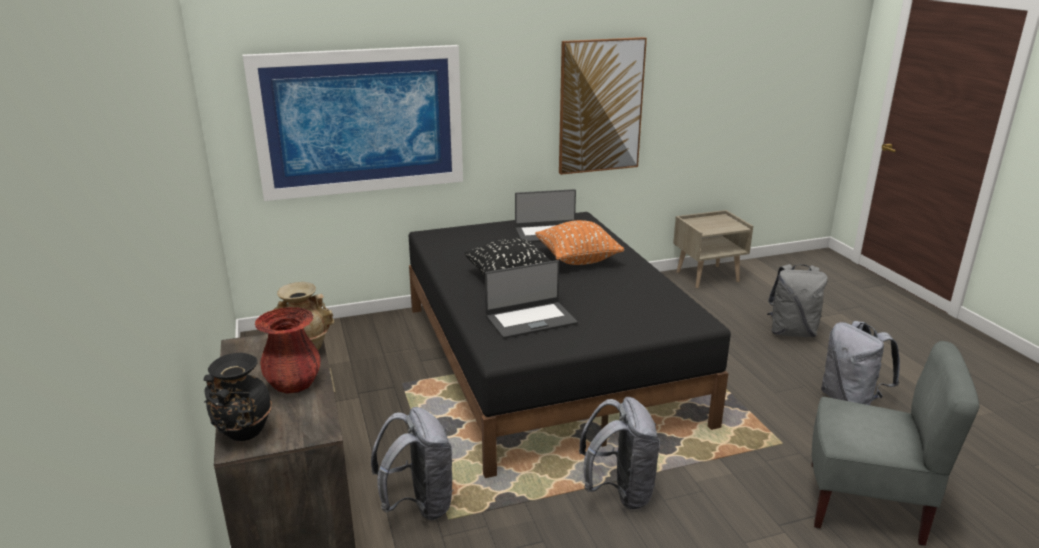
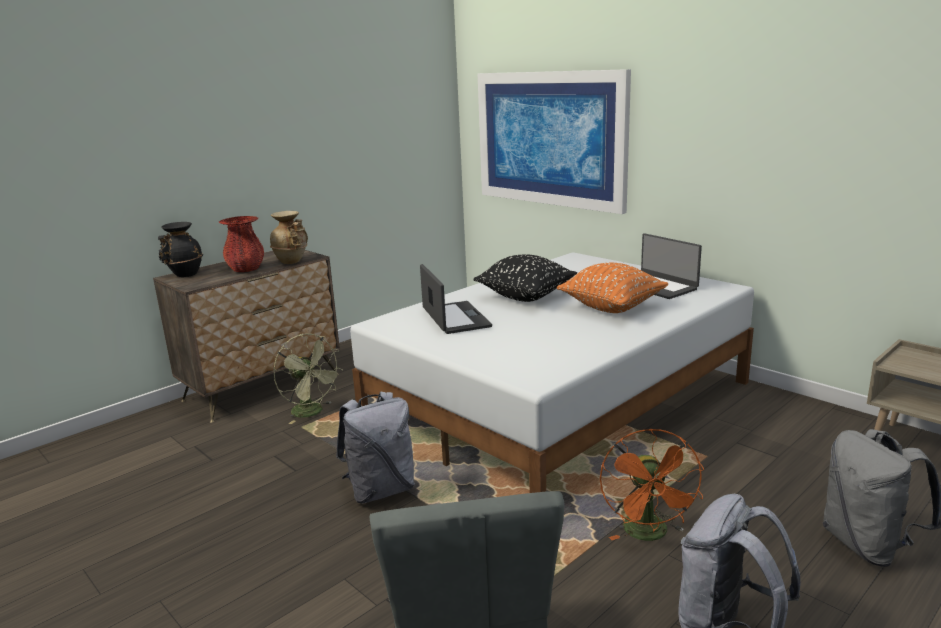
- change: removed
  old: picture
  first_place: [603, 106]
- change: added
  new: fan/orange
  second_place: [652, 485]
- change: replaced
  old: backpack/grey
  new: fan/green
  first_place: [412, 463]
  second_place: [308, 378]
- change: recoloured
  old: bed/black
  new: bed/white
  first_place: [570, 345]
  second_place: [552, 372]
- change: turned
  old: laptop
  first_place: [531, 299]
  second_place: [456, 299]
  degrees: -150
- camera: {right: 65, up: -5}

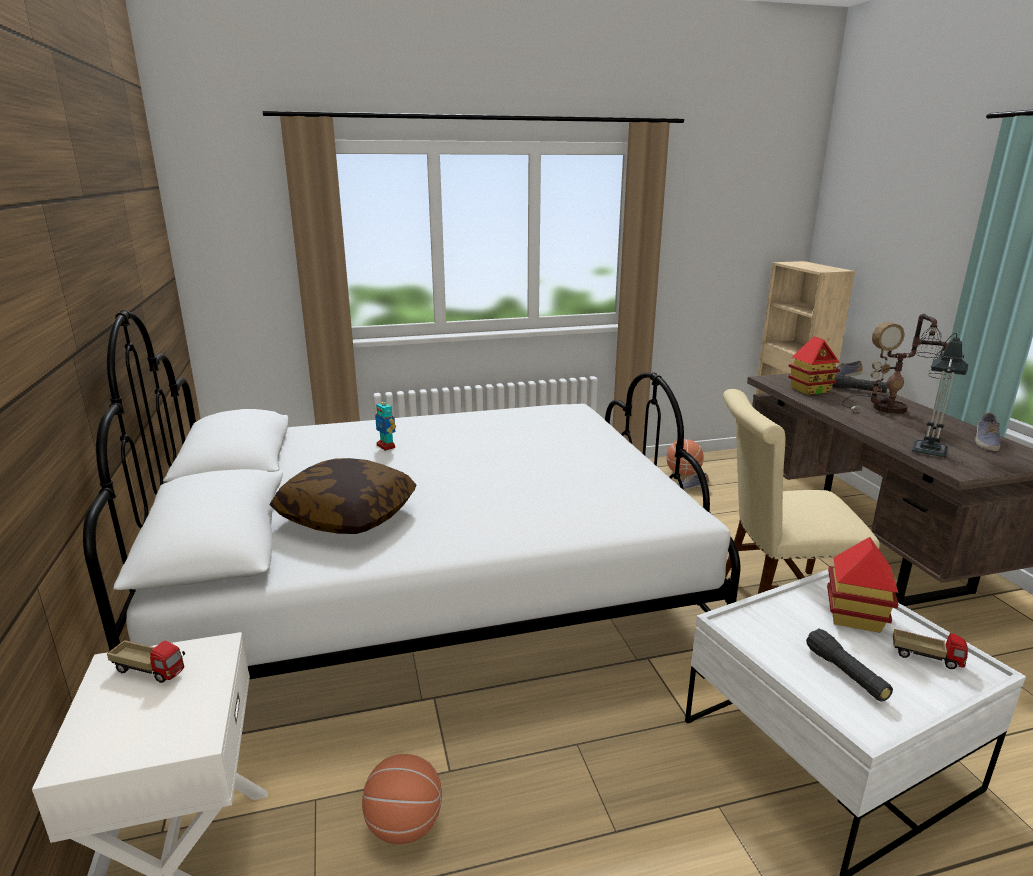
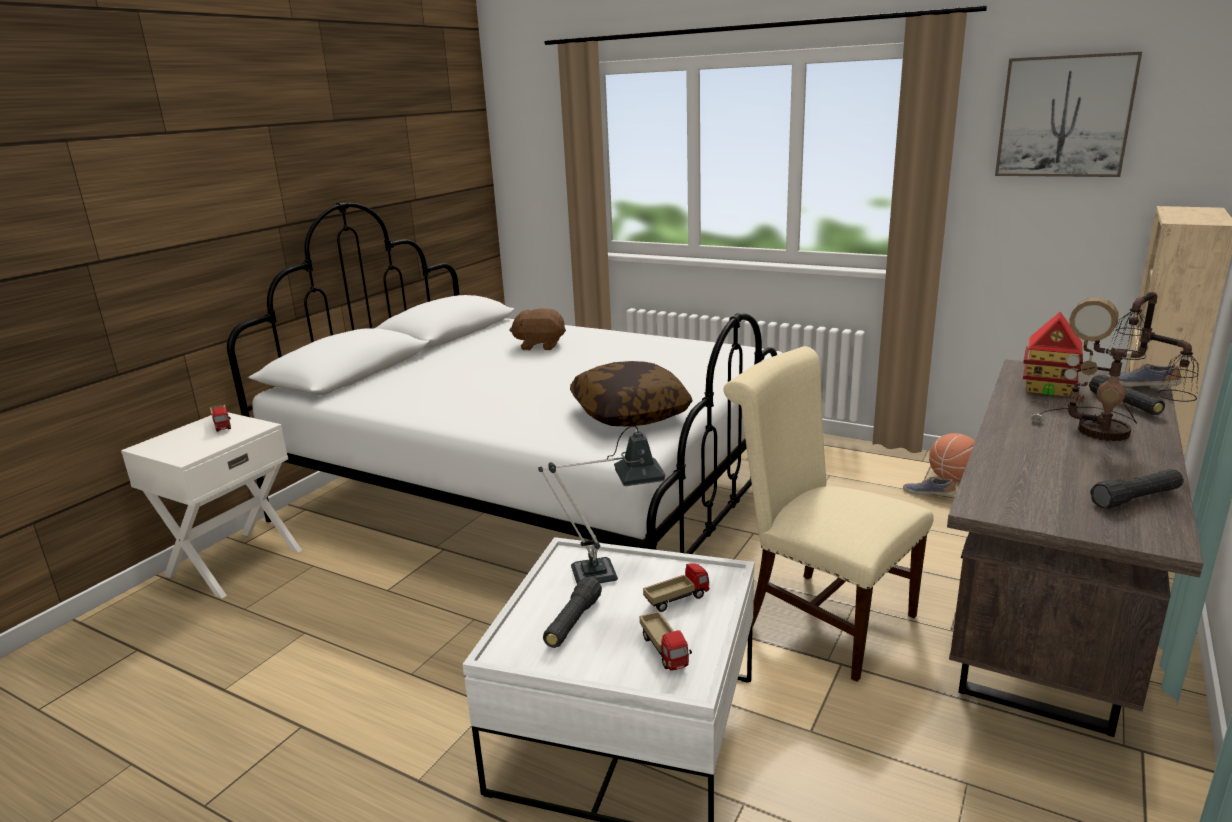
- change: removed
  old: basketball
  first_place: [402, 799]
- change: added
  new: picture
  second_place: [1068, 114]
- change: moved
  old: pillow
  first_place: [342, 496]
  second_place: [631, 394]
- change: moved
  old: table lamp
  first_place: [940, 395]
  second_place: [602, 505]
- change: replaced
  old: toy robot
  new: plush toy/brown
  first_place: [385, 424]
  second_place: [537, 329]
- change: replaced
  old: toy house
  new: toy truck
  first_place: [863, 585]
  second_place: [676, 588]
- change: replaced
  old: shoe
  new: flashlight/black
  first_place: [987, 431]
  second_place: [1136, 489]
- camera: {right: 45, up: 0}

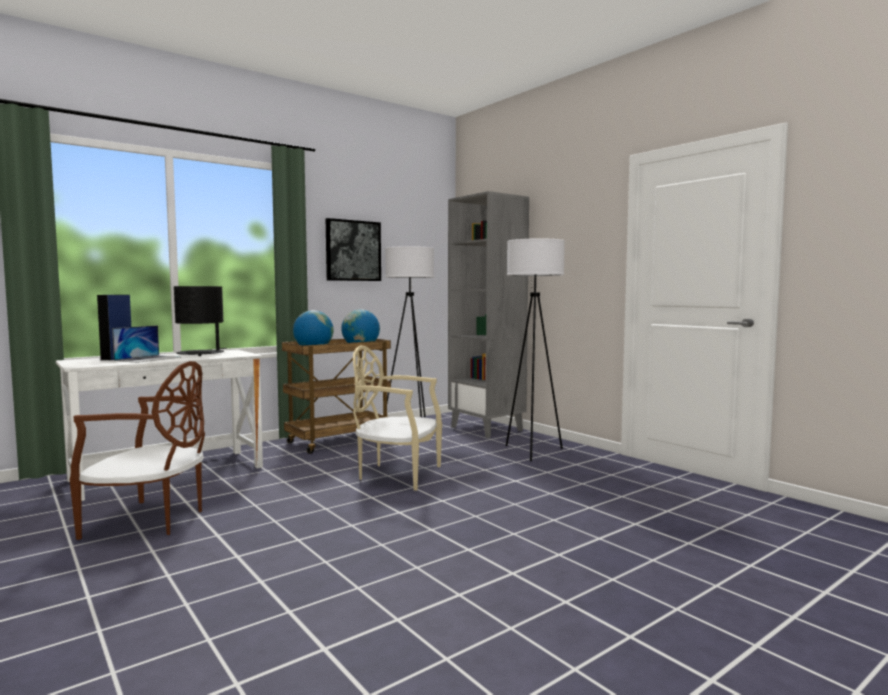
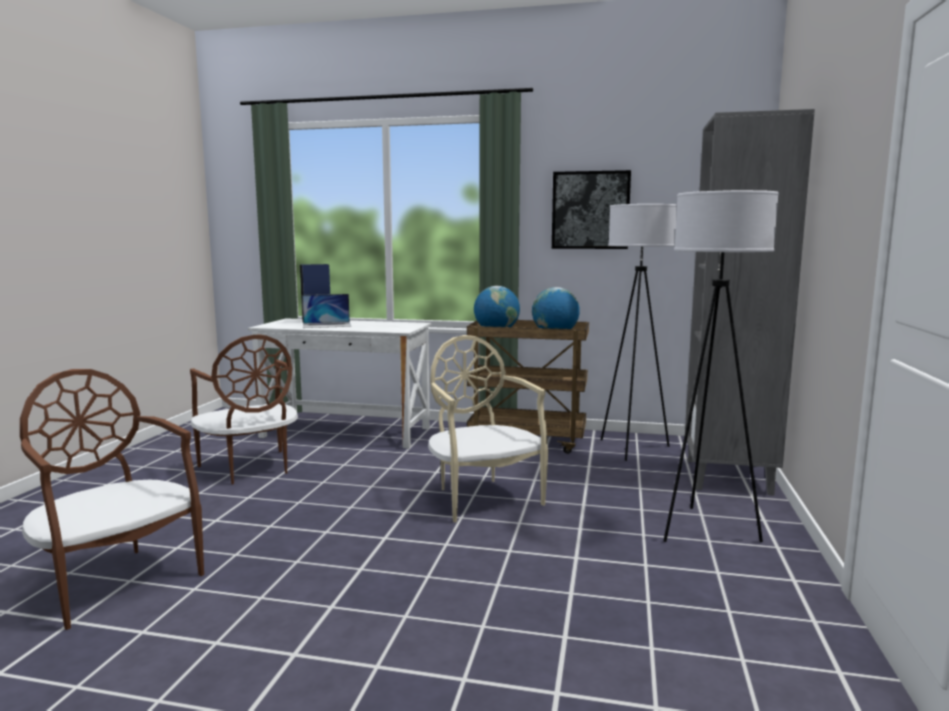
- change: removed
  old: table lamp/black
  first_place: [200, 321]
- change: added
  new: chair/brown
  second_place: [112, 499]
- camera: {right: 50, up: 5}

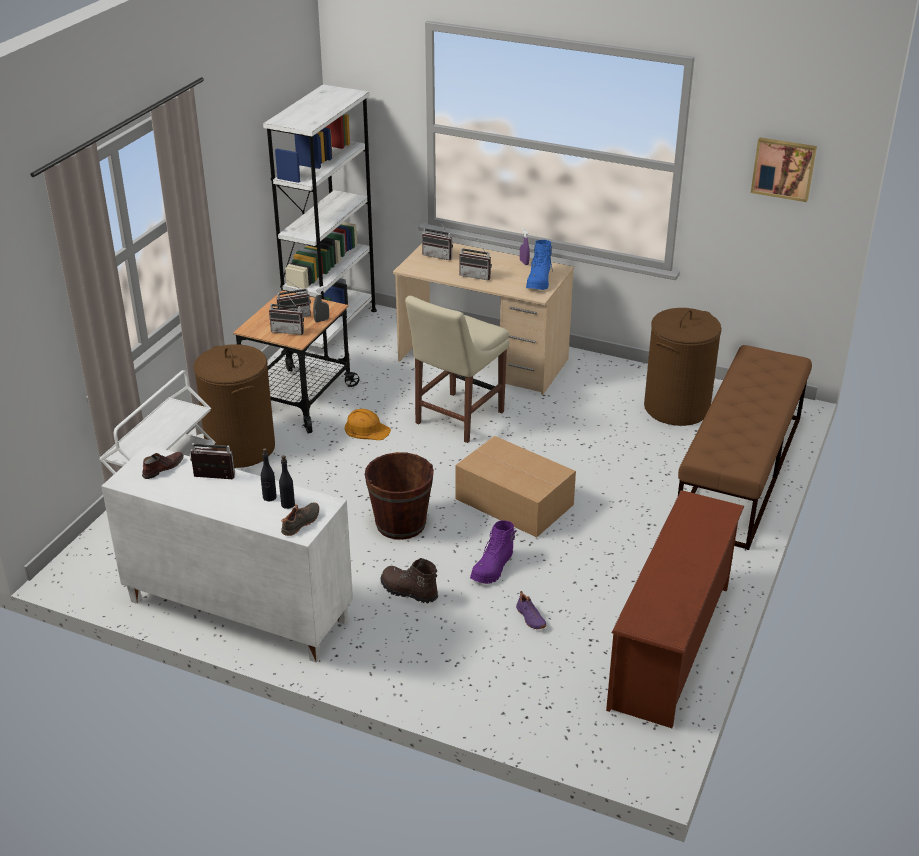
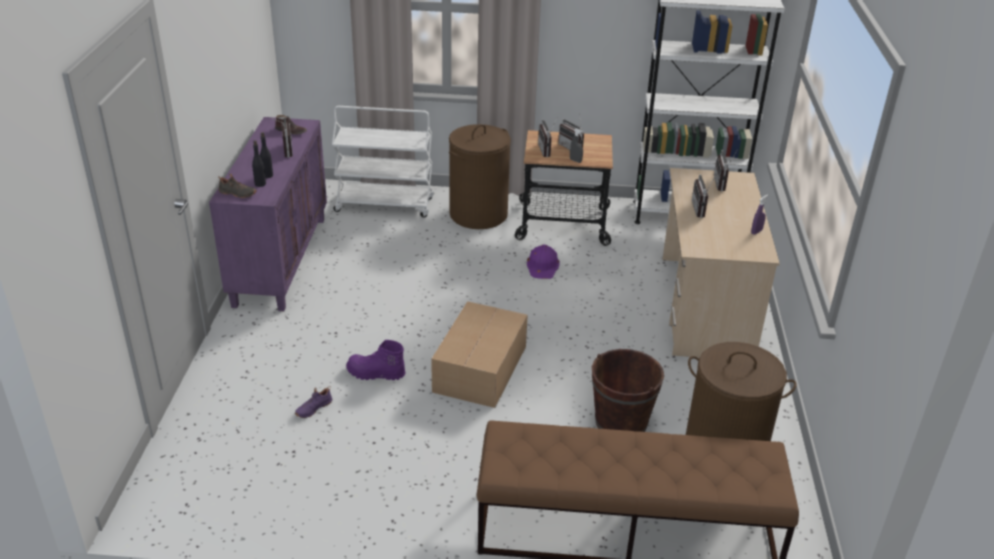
- change: removed
  old: boot/brown
  first_place: [409, 580]
- change: removed
  old: chair/beige
  first_place: [457, 369]
- change: removed
  old: boot/blue
  first_place: [539, 265]
- change: removed
  old: shoe rack/brown
  first_place: [675, 609]
- change: removed
  old: picture
  first_place: [784, 169]
- change: moved
  old: bucket/brown
  first_place: [399, 496]
  second_place: [628, 390]
- change: recoloured
  old: cabinet/white
  new: cabinet/purple
  first_place: [227, 554]
  second_place: [268, 214]
- change: recoloured
  old: hard hat/orange
  new: hard hat/purple
  first_place: [368, 424]
  second_place: [543, 262]
- camera: {right: 70, up: 0}

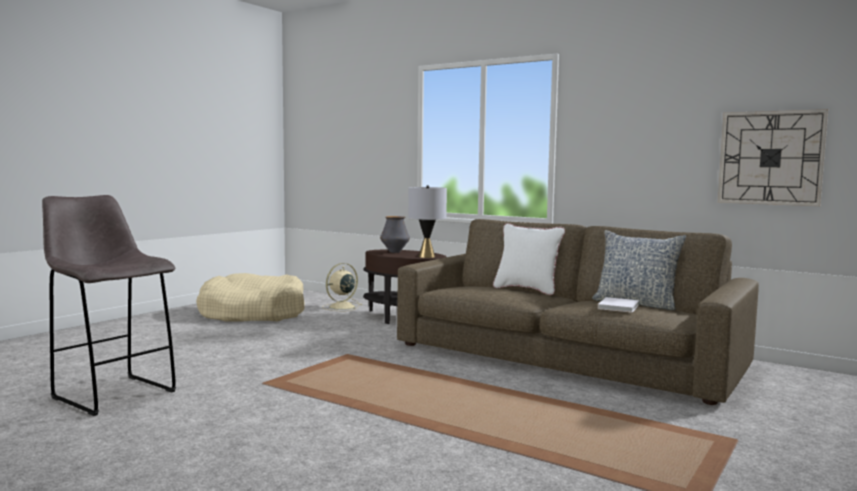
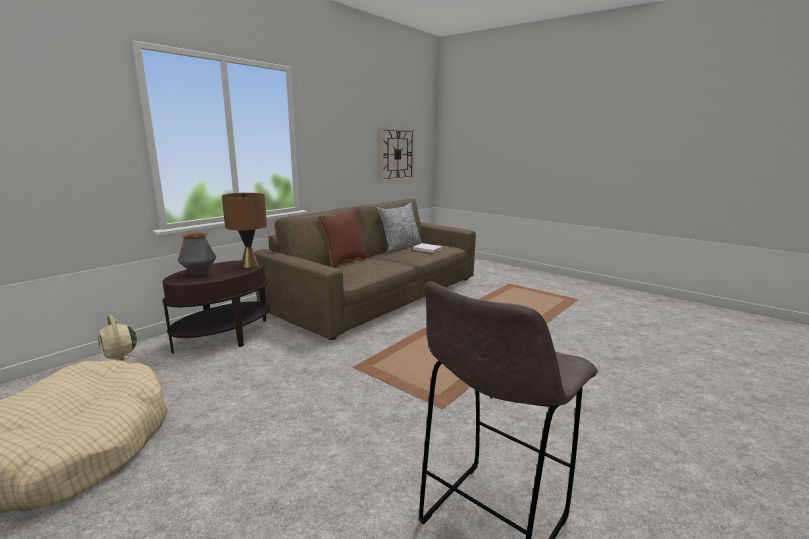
- change: recoloured
  old: table lamp/grey
  new: table lamp/brown
  first_place: [427, 221]
  second_place: [244, 230]
- change: recoloured
  old: pillow/white
  new: pillow/brown
  first_place: [529, 259]
  second_place: [343, 239]
- camera: {right: -85, up: 10}

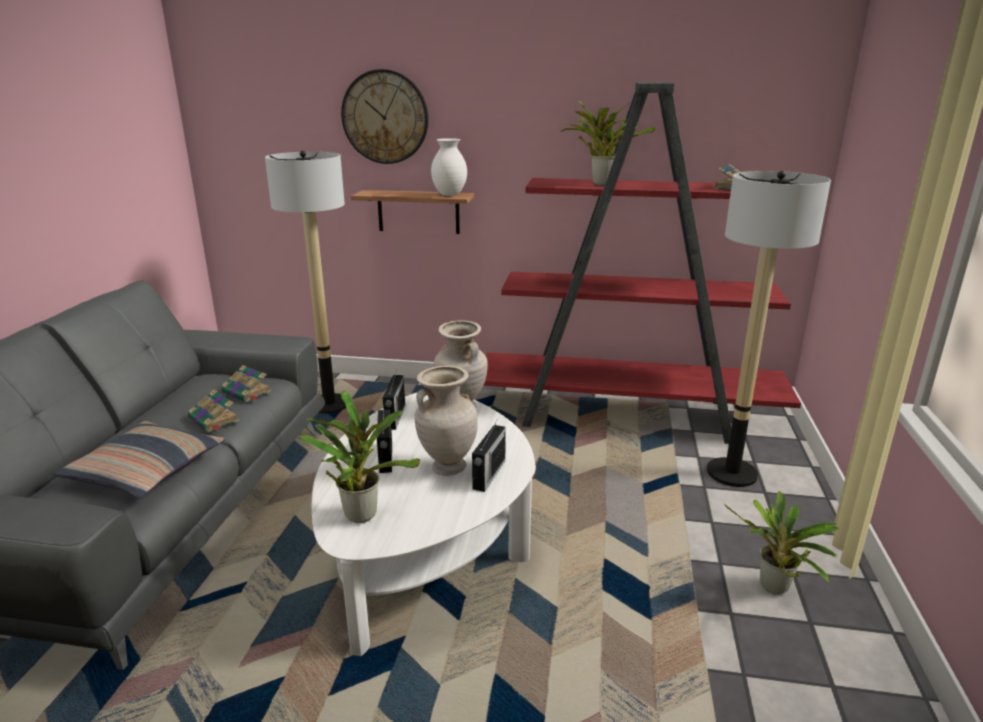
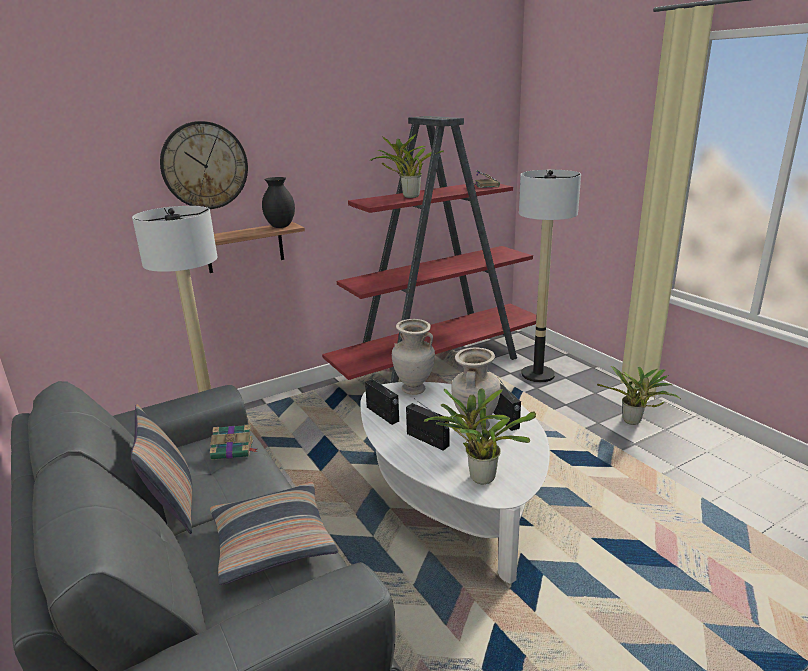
- change: removed
  old: book
  first_place: [214, 410]
- change: added
  new: pillow
  second_place: [161, 469]
- change: recoloured
  old: vase/white
  new: vase/black
  first_place: [449, 167]
  second_place: [278, 202]
- camera: {right: -40, up: 0}

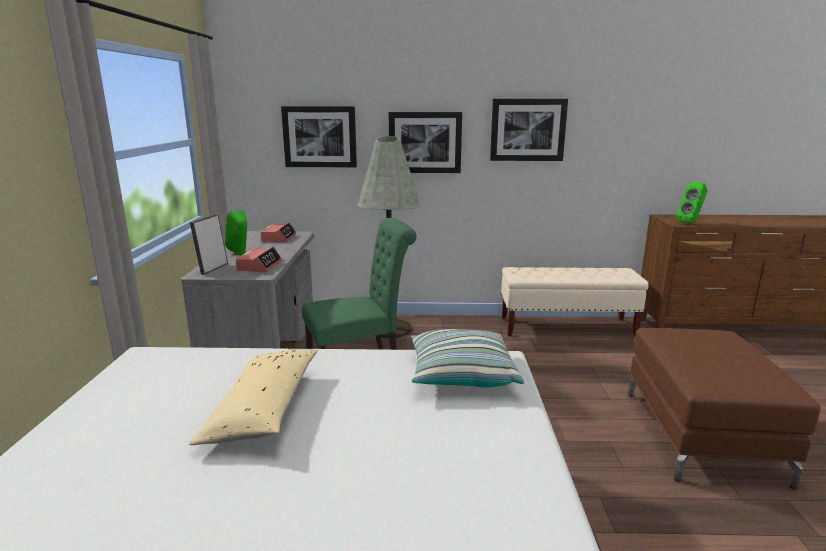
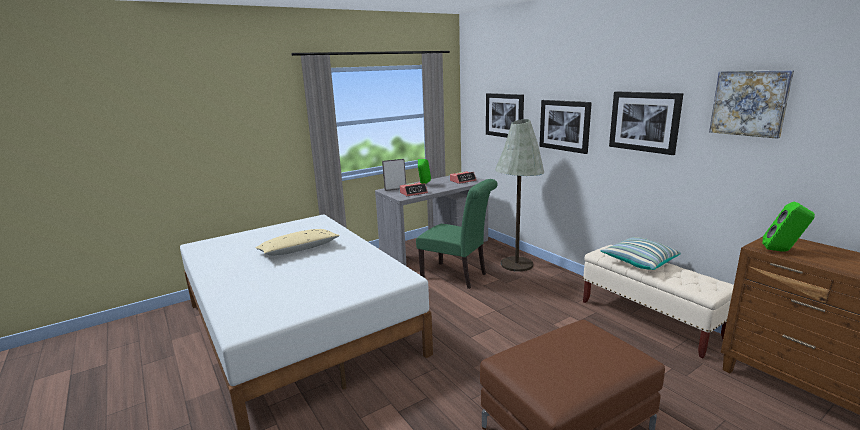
- change: added
  new: picture
  second_place: [751, 104]
- change: moved
  old: pillow
  first_place: [467, 358]
  second_place: [641, 253]
- camera: {right: 55, up: 0}

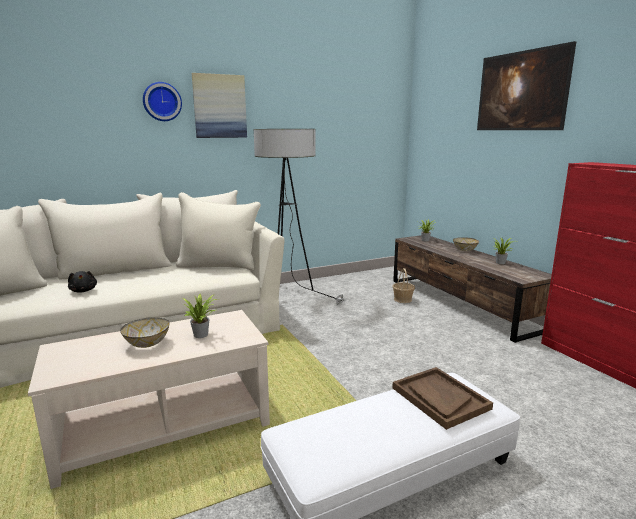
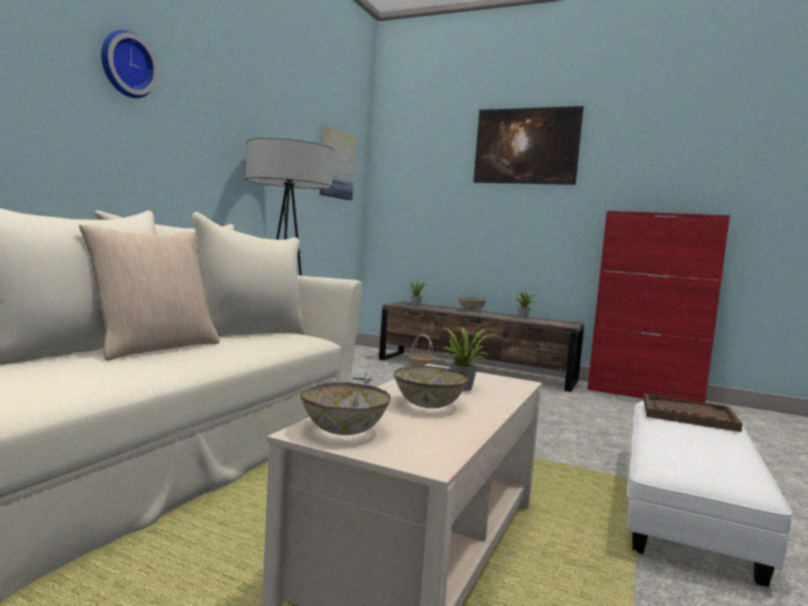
- change: removed
  old: plush toy/black
  first_place: [82, 282]
- change: added
  new: pillow/beige
  second_place: [149, 292]
- change: added
  new: bowl
  second_place: [346, 408]
- change: moved
  old: picture
  first_place: [219, 105]
  second_place: [338, 163]
- camera: {right: -40, up: -10}

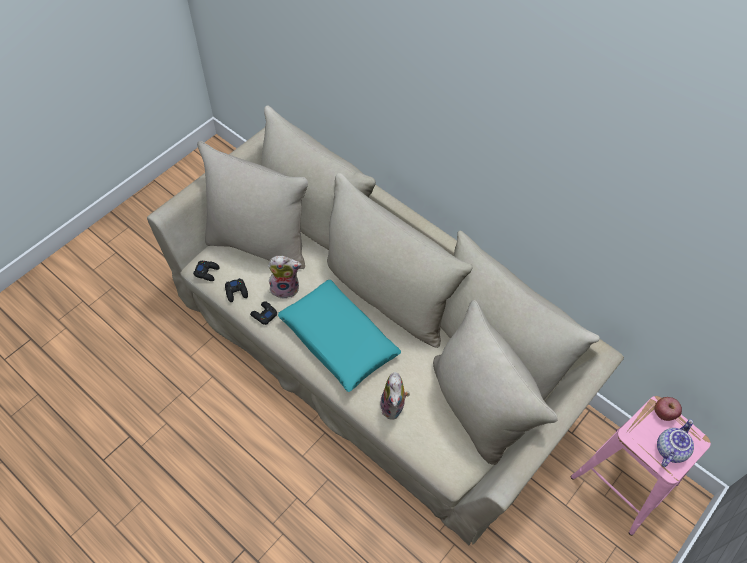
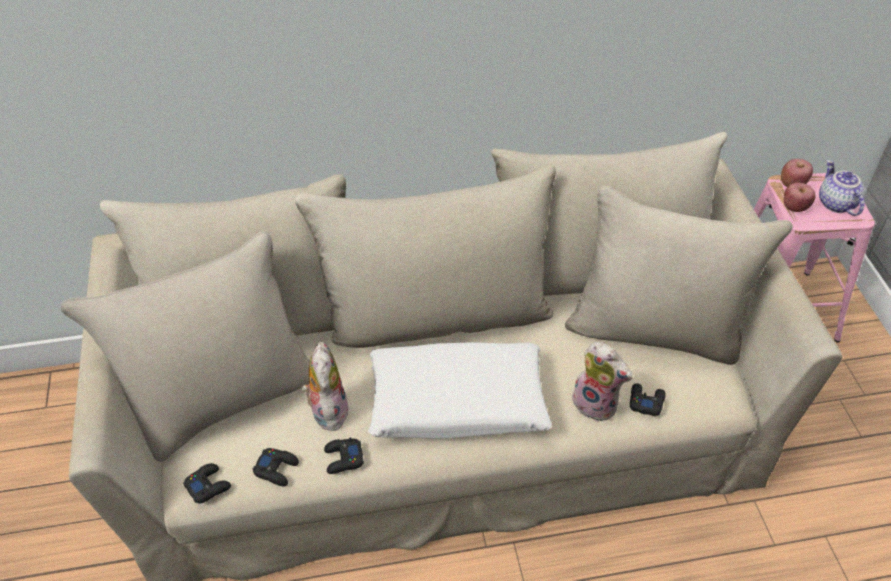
- change: added
  new: game controller/black
  second_place: [648, 400]
- change: added
  new: apple
  second_place: [799, 197]
- change: recoloured
  old: pillow/turquoise
  new: pillow/white
  first_place: [339, 336]
  second_place: [460, 390]
- change: turned
  old: plush toy
  first_place: [285, 277]
  second_place: [325, 386]
  degrees: -45
- camera: {right: -50, up: -10}

